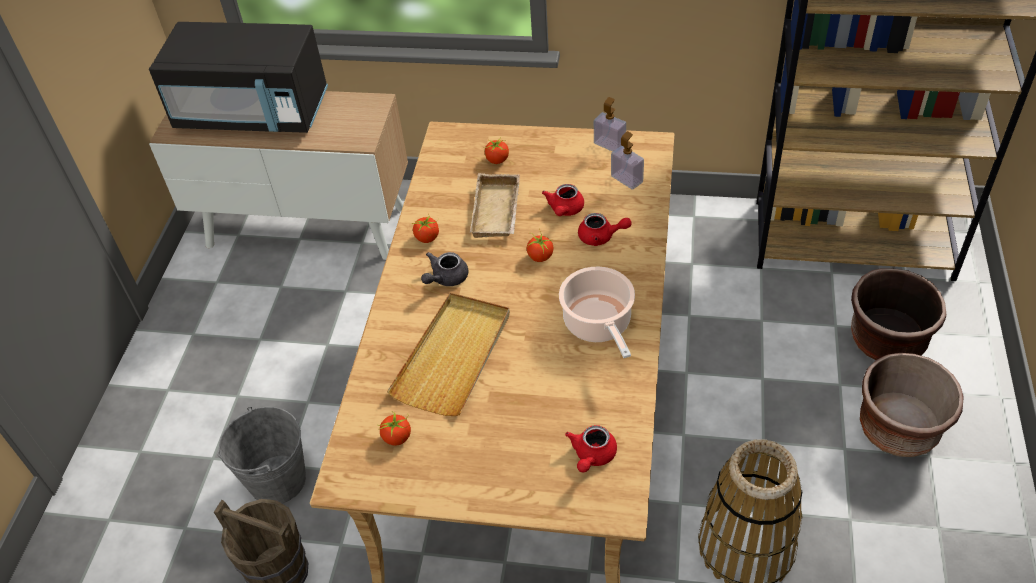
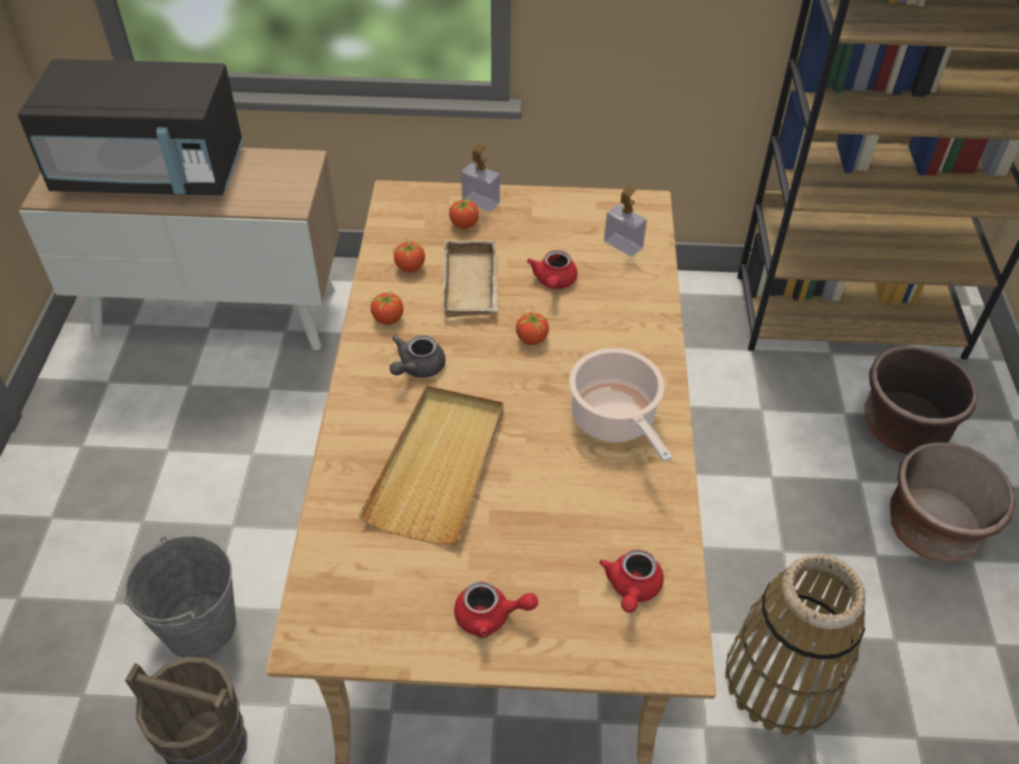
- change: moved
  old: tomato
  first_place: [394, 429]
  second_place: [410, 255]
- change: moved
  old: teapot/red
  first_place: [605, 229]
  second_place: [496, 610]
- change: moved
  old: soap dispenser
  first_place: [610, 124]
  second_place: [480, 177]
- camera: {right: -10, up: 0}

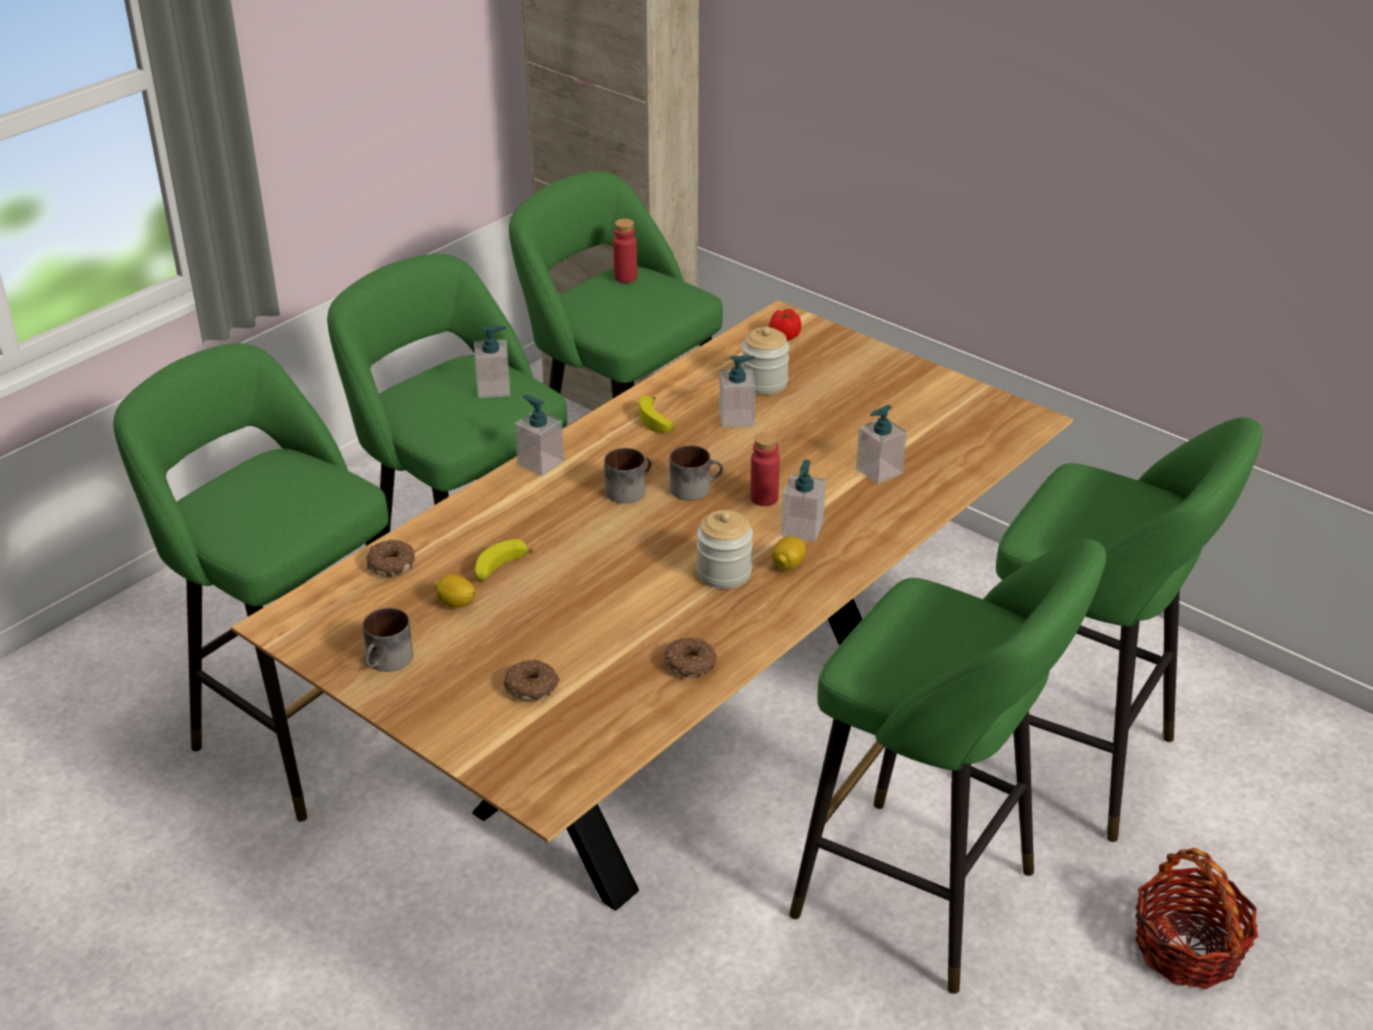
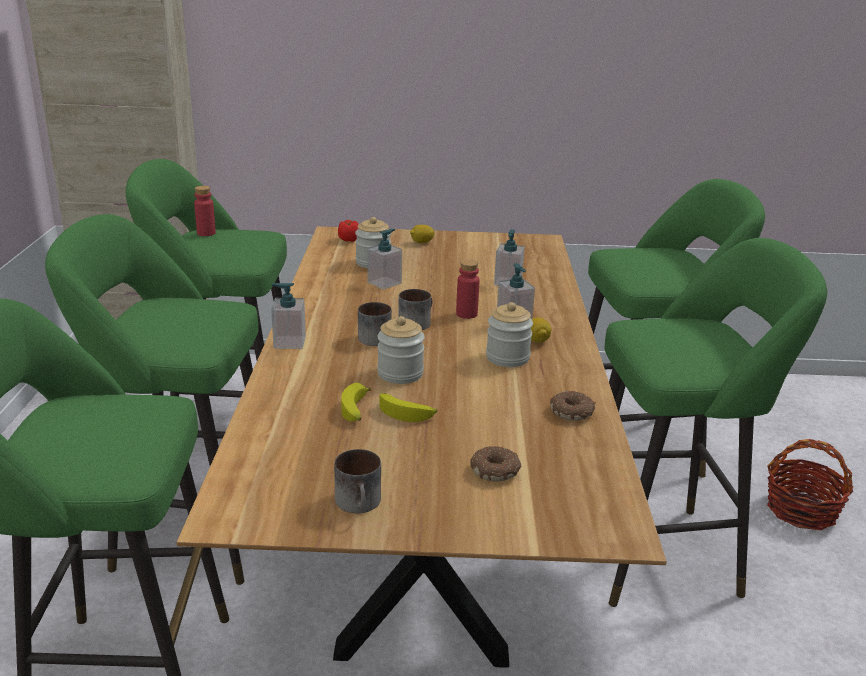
- change: removed
  old: donut
  first_place: [390, 558]
- change: removed
  old: soap dispenser
  first_place: [492, 362]
- change: added
  new: jar
  second_place: [401, 350]
- change: moved
  old: lemon
  first_place: [455, 591]
  second_place: [422, 234]
- change: moved
  old: banana
  first_place: [657, 414]
  second_place: [408, 407]
- camera: {right: -40, up: -10}

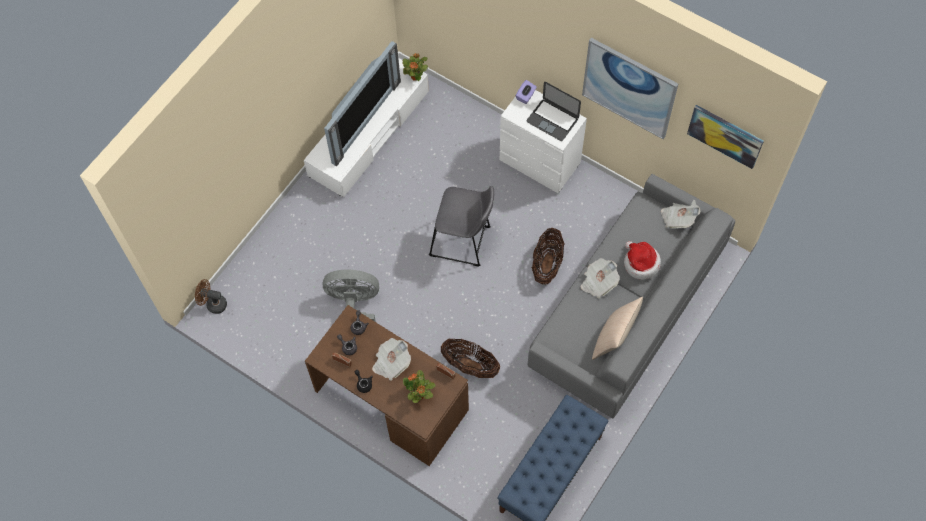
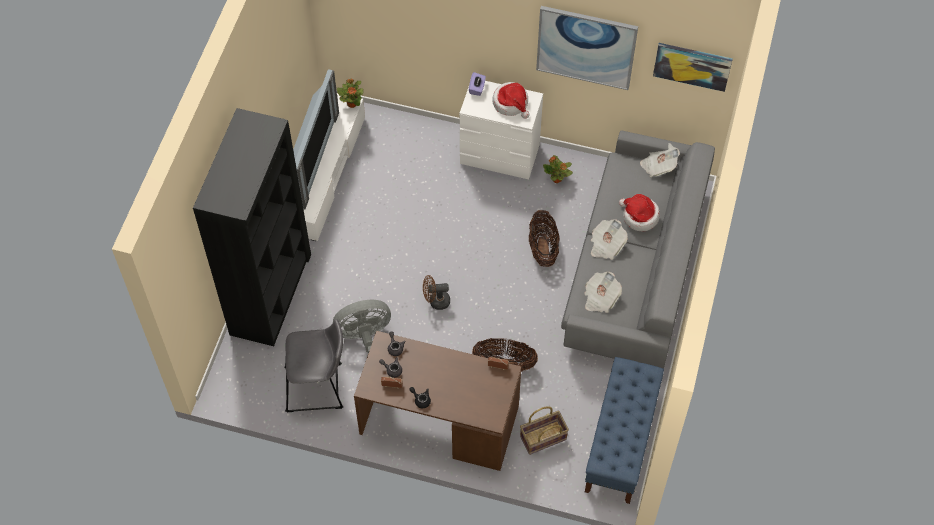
- change: removed
  old: pillow/beige
  first_place: [617, 328]
- change: added
  new: bookcase/black
  second_place: [252, 227]
- change: added
  new: basket
  second_place: [544, 430]
- change: moved
  old: fan/brown
  first_place: [211, 296]
  second_place: [436, 292]
- change: moved
  old: newspaper
  first_place: [391, 359]
  second_place: [603, 292]
- change: moved
  old: potted plant
  first_place: [419, 386]
  second_place: [558, 169]
- change: moved
  old: stool/grey
  first_place: [461, 226]
  second_place: [313, 365]
- change: replaced
  old: laptop
  new: hat
  first_place: [553, 111]
  second_place: [510, 100]
- camera: {right: -20, up: -5}

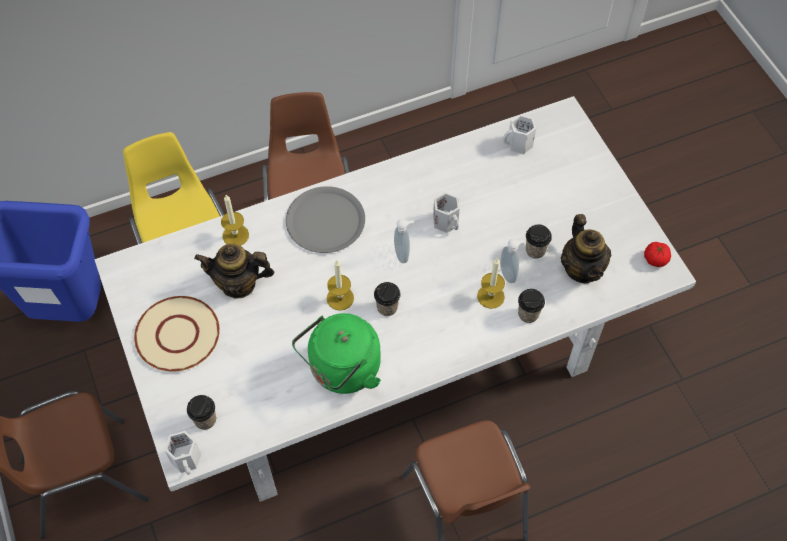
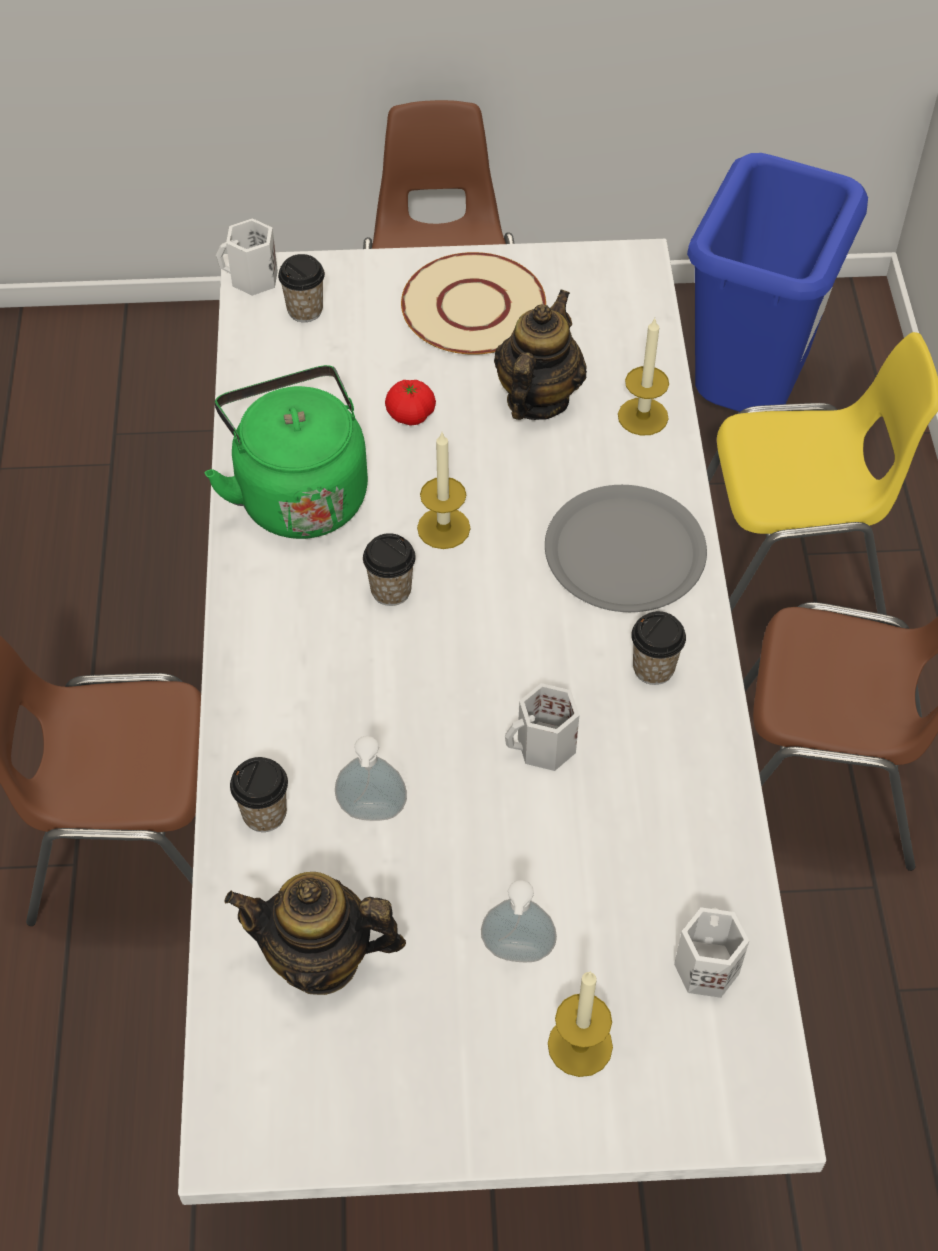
- change: moved
  old: soap dispenser
  first_place: [403, 241]
  second_place: [519, 921]
- change: moved
  old: candle
  first_place: [491, 283]
  second_place: [580, 1024]
- change: moved
  old: cup
  first_place: [539, 241]
  second_place: [658, 648]
- change: moved
  old: tomato
  first_place: [657, 254]
  second_place: [410, 403]
- camera: {right: 110, up: -5}

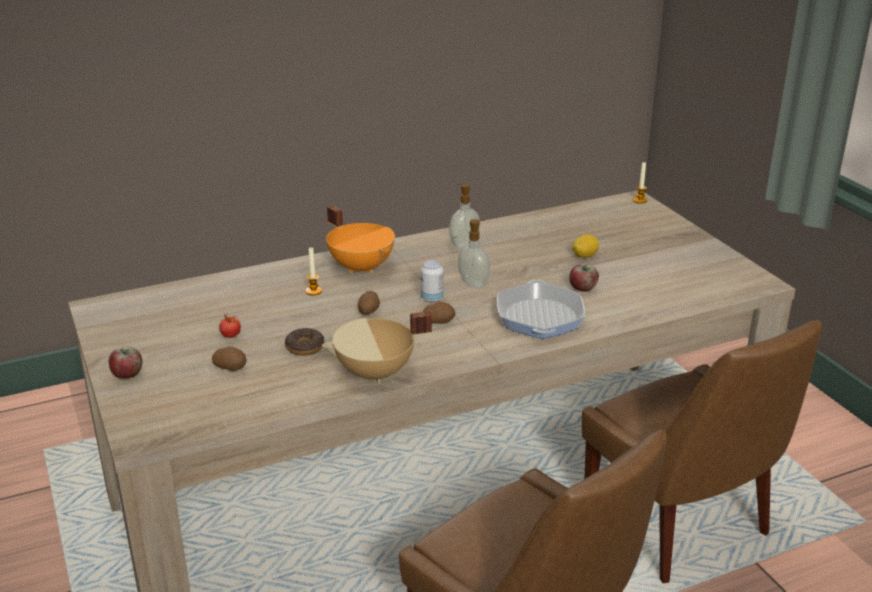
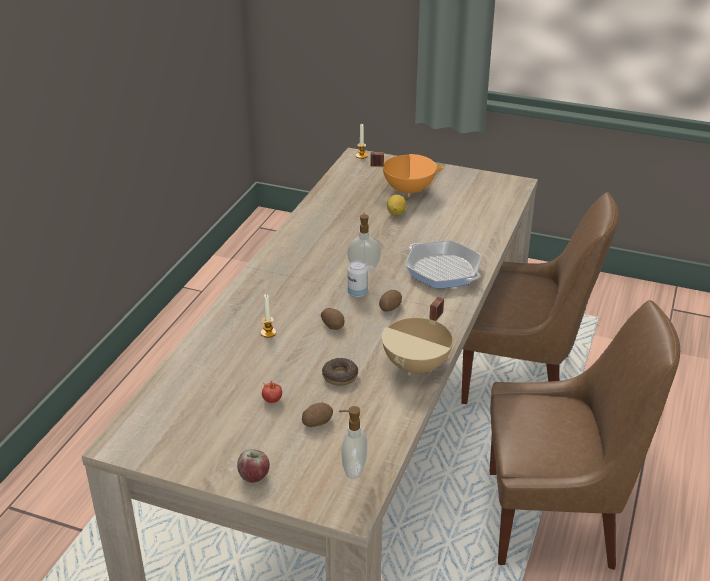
- change: removed
  old: apple
  first_place: [584, 278]
- change: moved
  old: cooking pot/orange
  first_place: [360, 239]
  second_place: [407, 174]
- change: moved
  old: soap dispenser
  first_place: [464, 216]
  second_place: [353, 442]
- camera: {right: -45, up: 5}

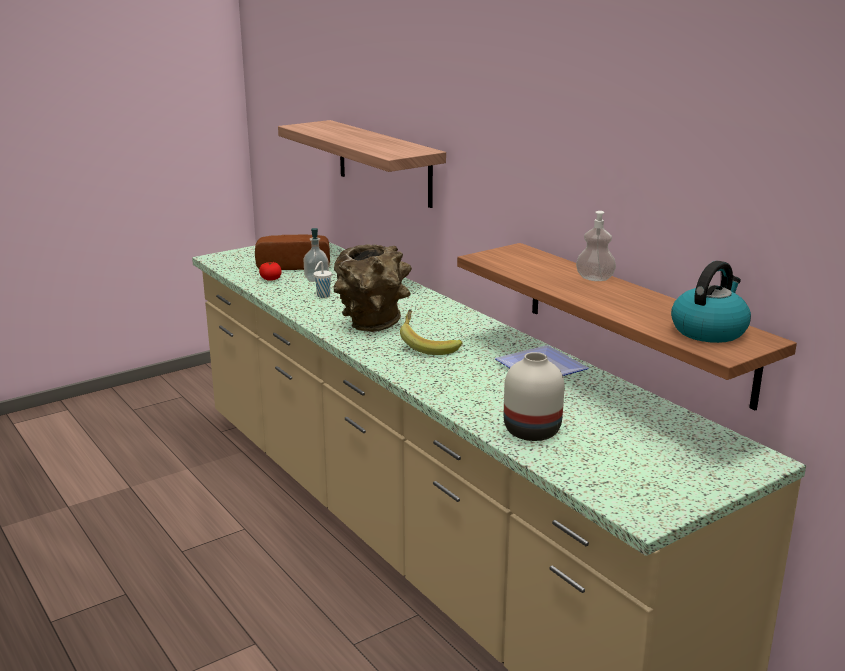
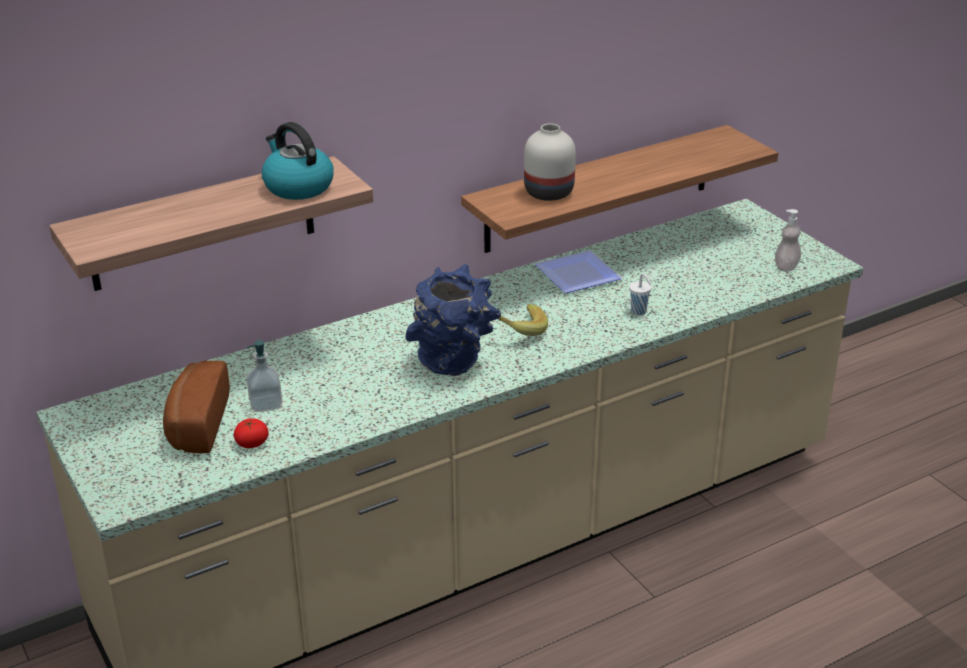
- change: moved
  old: cup/white
  first_place: [323, 279]
  second_place: [640, 294]
- change: moved
  old: vase/white
  first_place: [534, 396]
  second_place: [550, 162]
- change: moved
  old: soap dispenser
  first_place: [596, 246]
  second_place: [788, 240]
- change: moved
  old: kettle
  first_place: [711, 302]
  second_place: [298, 161]
- change: recoloured
  old: vase/brown
  new: vase/blue
  first_place: [373, 288]
  second_place: [453, 320]
- camera: {right: -85, up: 10}

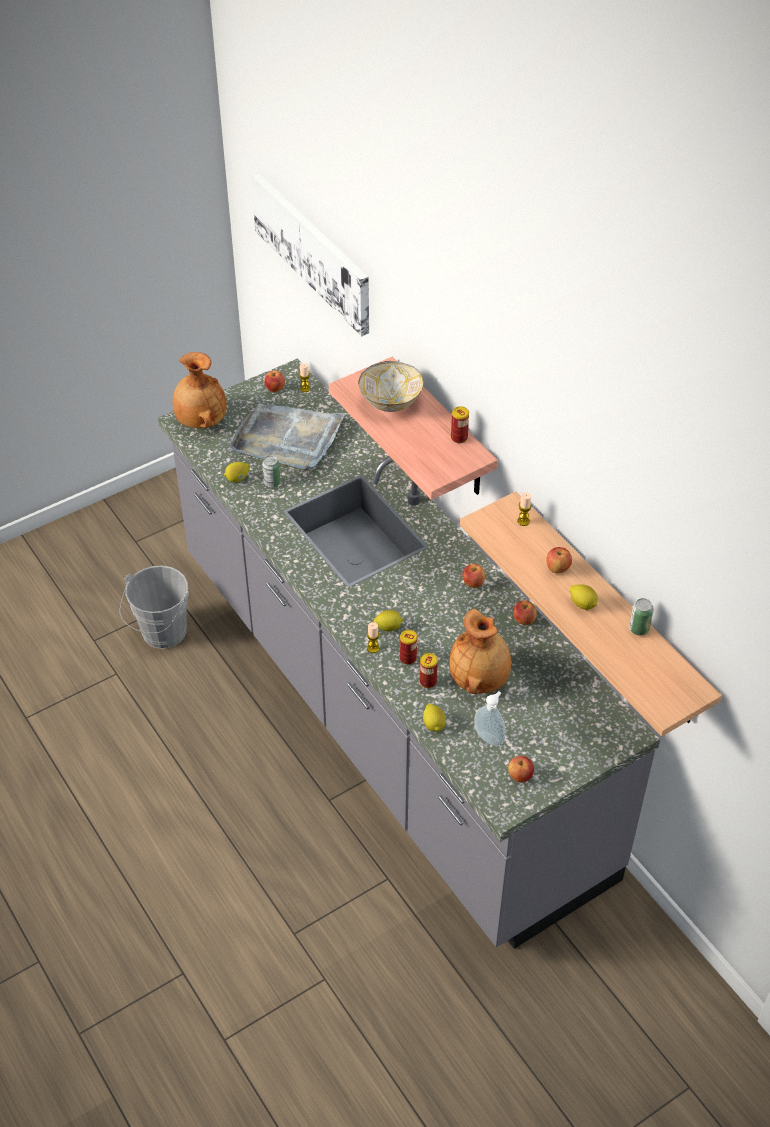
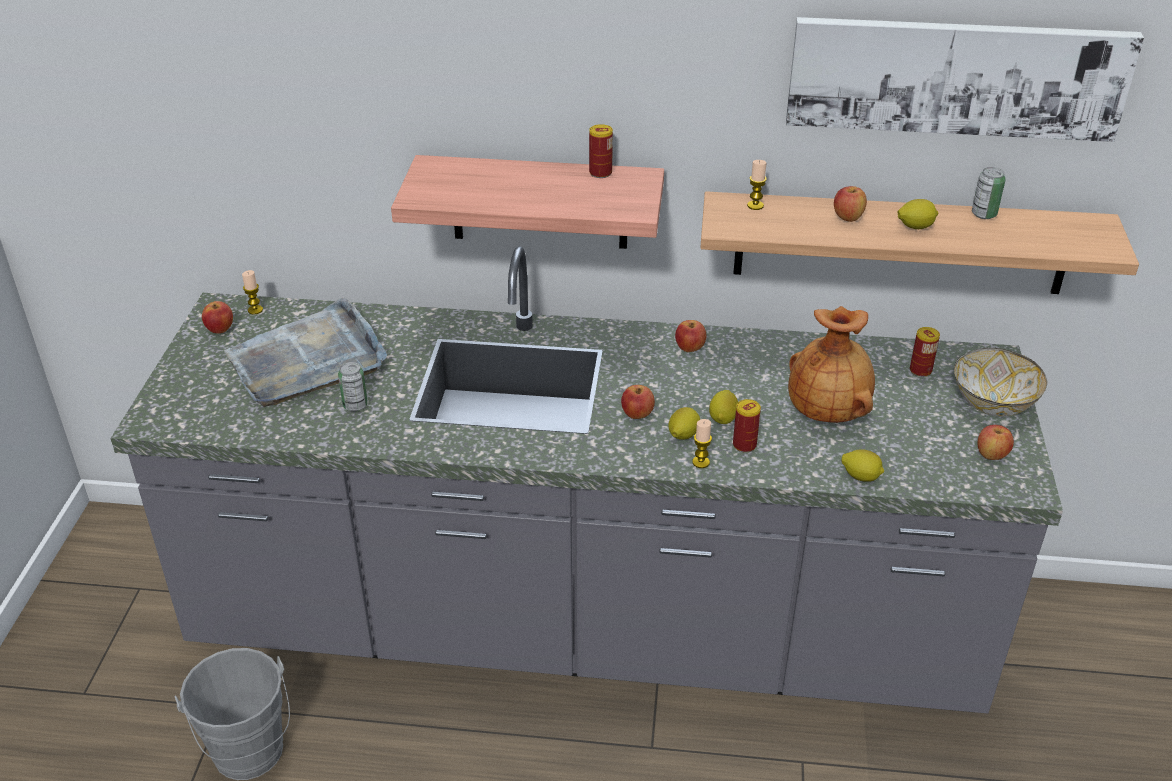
- change: removed
  old: vase/brown
  first_place: [200, 390]
- change: removed
  old: soap dispenser
  first_place: [490, 718]
- change: moved
  old: lemon
  first_place: [237, 472]
  second_place: [723, 407]
- change: moved
  old: picture
  first_place: [310, 254]
  second_place: [965, 79]
- change: moved
  old: bowl
  first_place: [390, 386]
  second_place: [1001, 382]
- change: moved
  old: can
  first_place: [429, 670]
  second_place: [925, 352]
- change: moved
  old: apple
  first_place: [525, 612]
  second_place: [638, 402]
- camera: {right: -50, up: -10}

